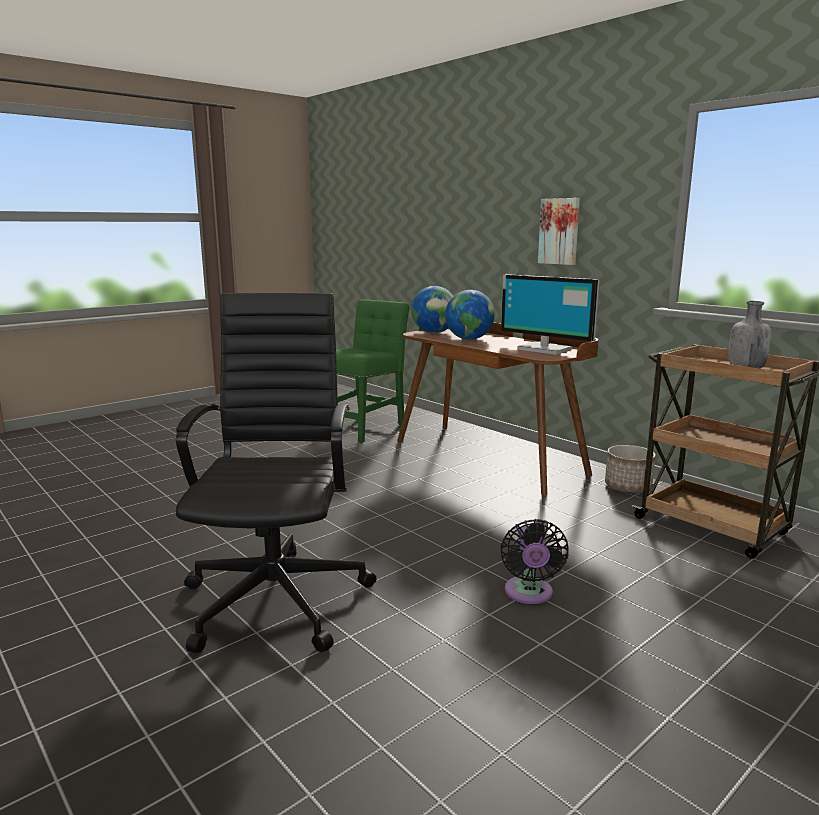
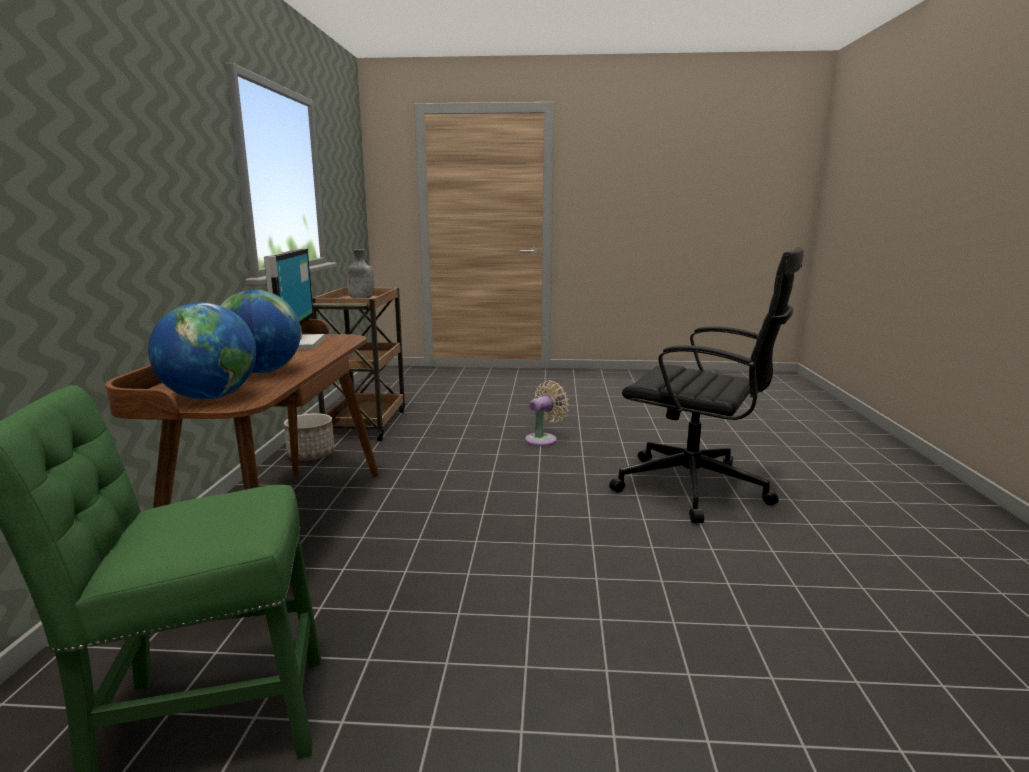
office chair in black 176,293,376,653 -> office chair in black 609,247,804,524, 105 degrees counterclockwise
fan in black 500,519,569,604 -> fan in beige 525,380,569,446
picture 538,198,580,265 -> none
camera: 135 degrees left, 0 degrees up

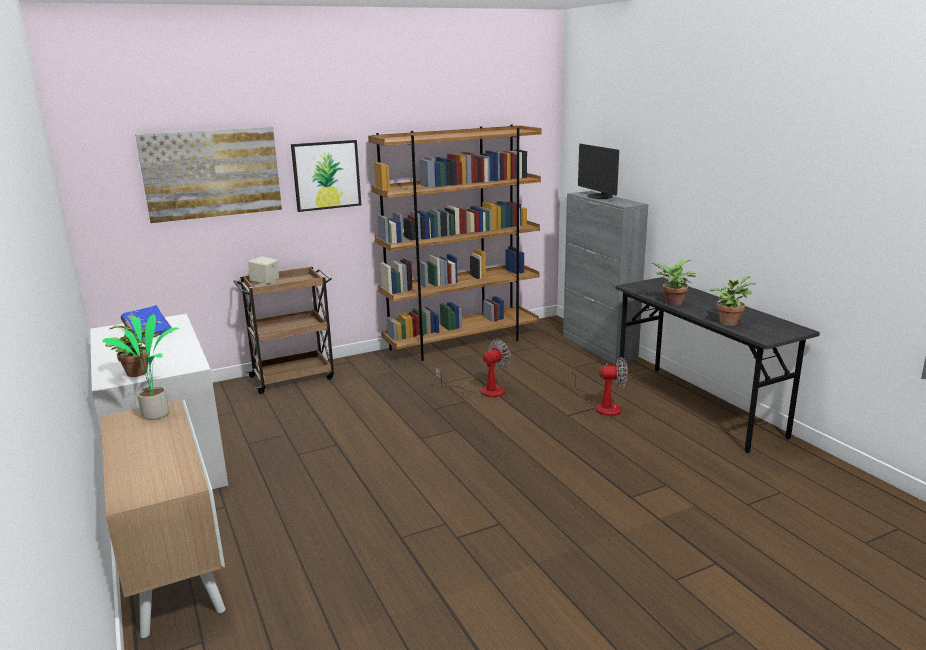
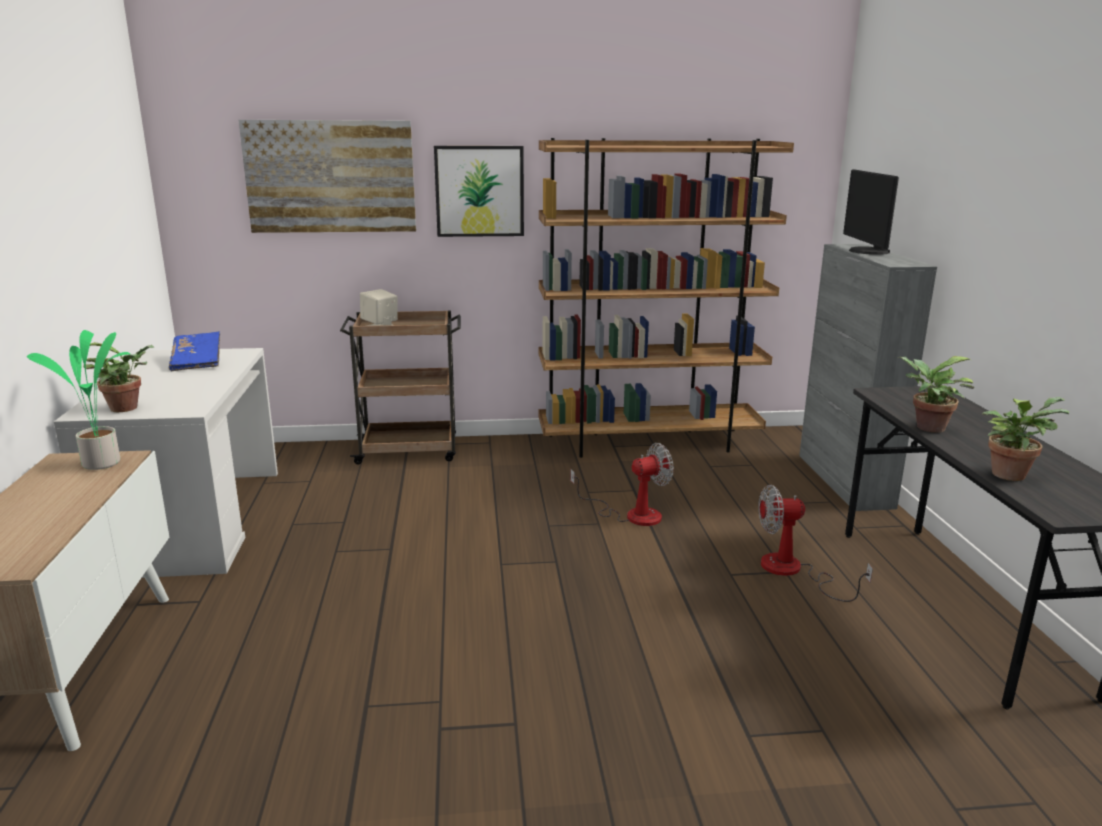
fan 570,357,628,416 -> fan 758,485,873,602, 150 degrees clockwise
camera: 20 degrees right, 0 degrees up

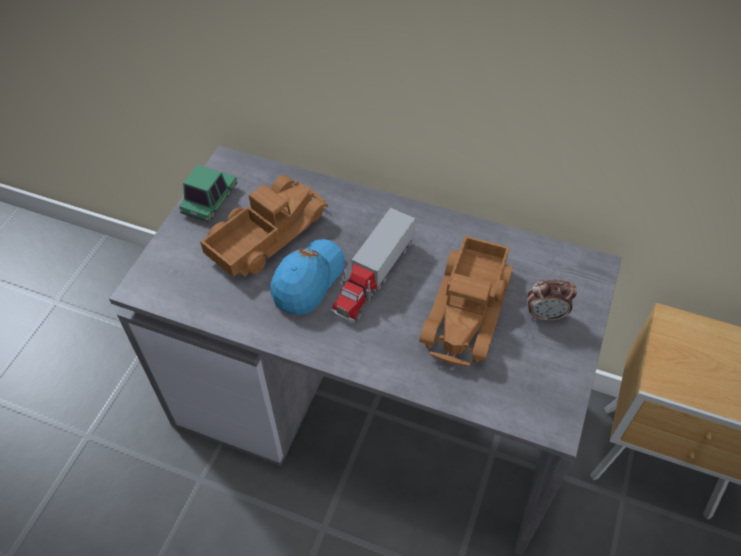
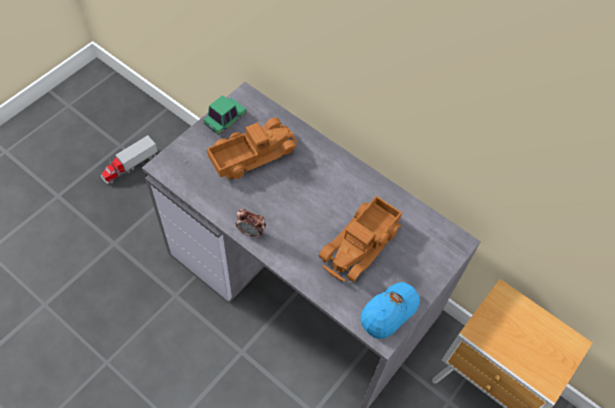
cap in blue 270,239,345,316 -> cap in blue 360,282,420,339, shifted
toy truck 331,208,416,323 -> toy truck 101,135,158,184, shifted
alarm clock 527,280,577,321 -> alarm clock 236,209,266,239, shifted
camera: 15 degrees right, 5 degrees up

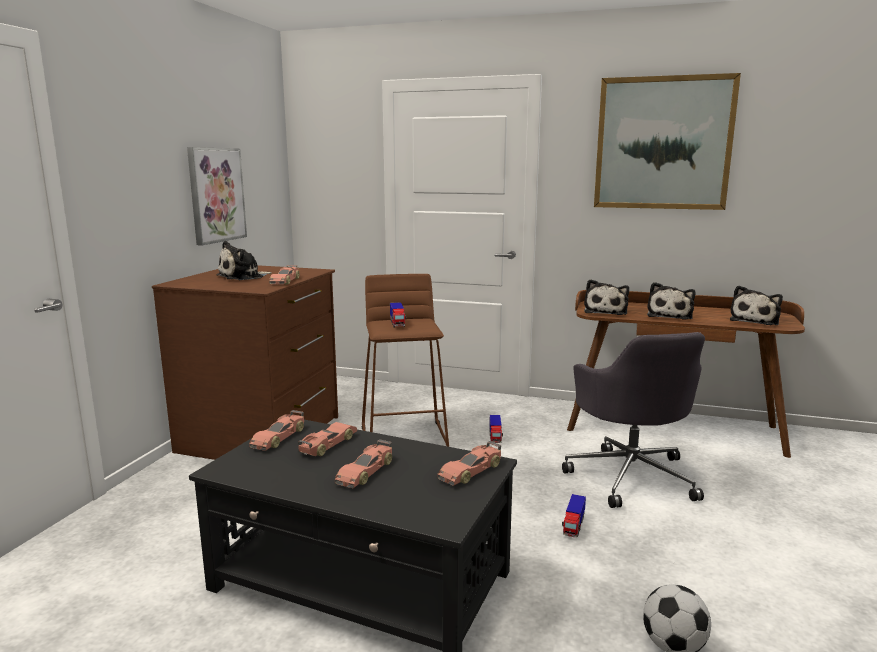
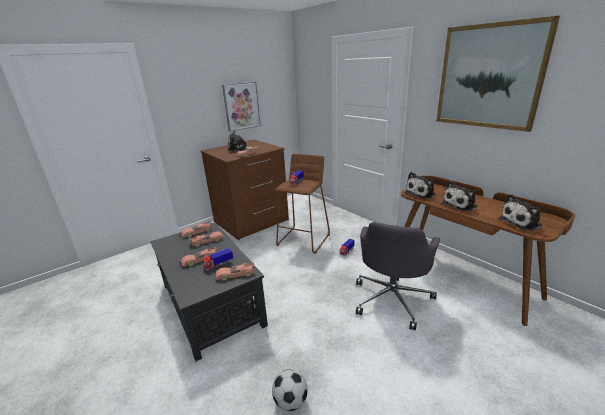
toy truck 562,494,586,537 -> toy truck 203,248,233,271, shifted
camera: 35 degrees right, 10 degrees up

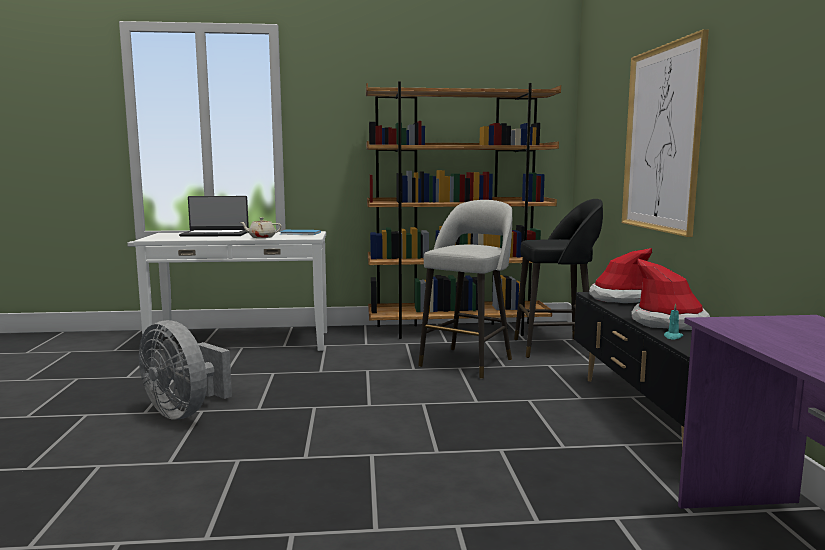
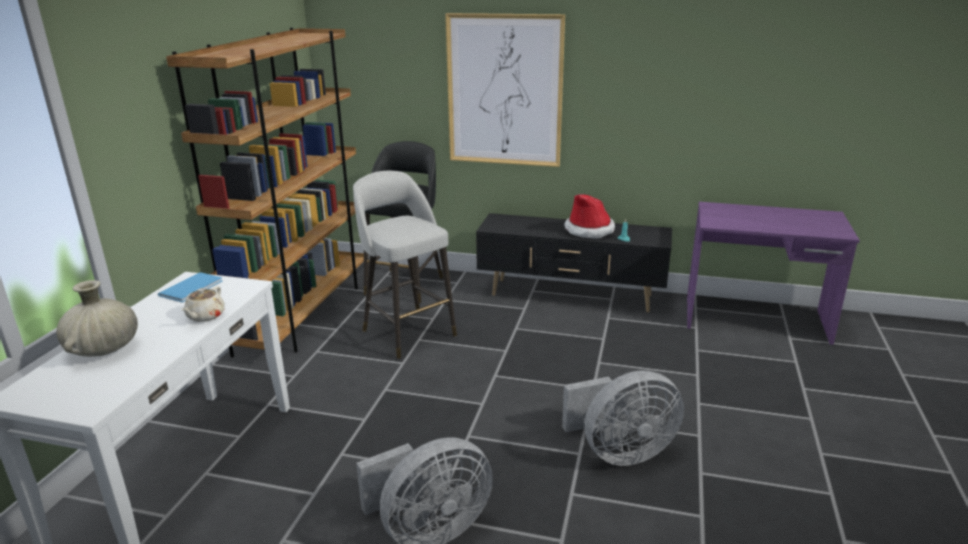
laptop 179,196,249,237 -> vase in beige 56,280,138,357
hat 589,248,652,303 -> none
none -> fan in grey 562,371,684,466
camera: 70 degrees left, 15 degrees up

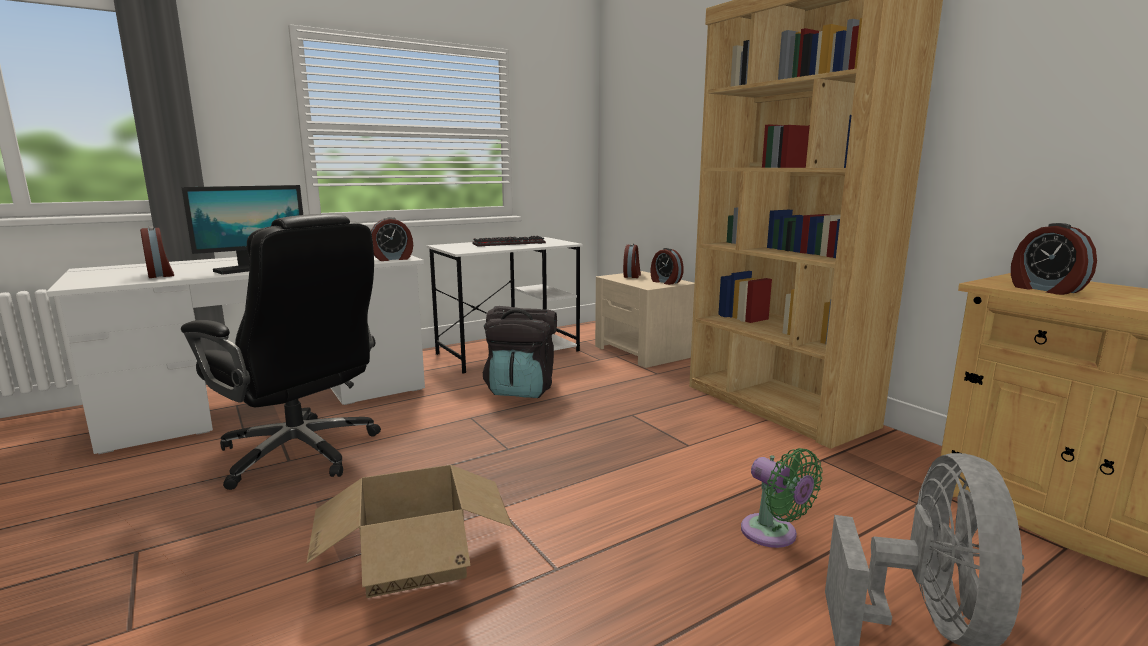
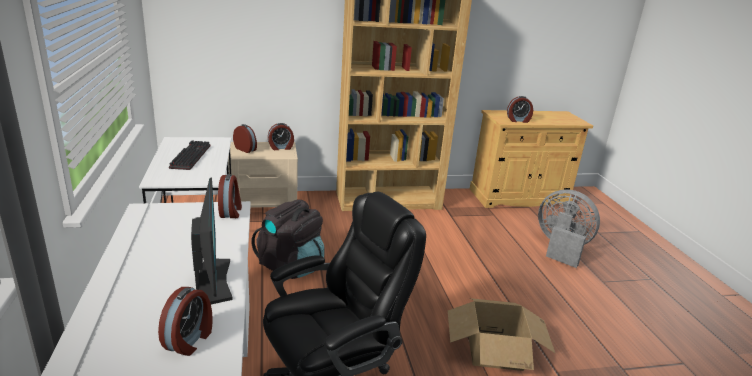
alarm clock 140,226,174,278 -> alarm clock 158,287,213,356, 120 degrees clockwise
fan in green 741,448,822,548 -> none
camera: 70 degrees left, 10 degrees up

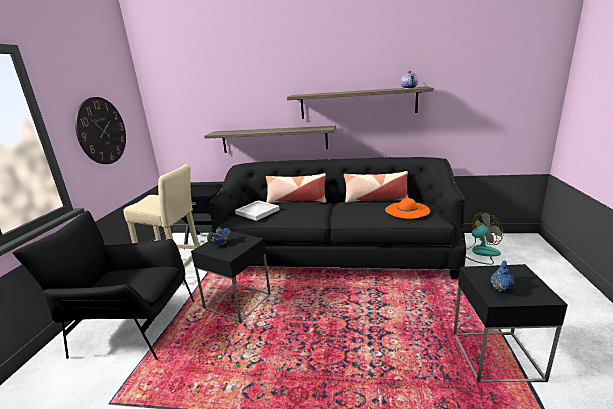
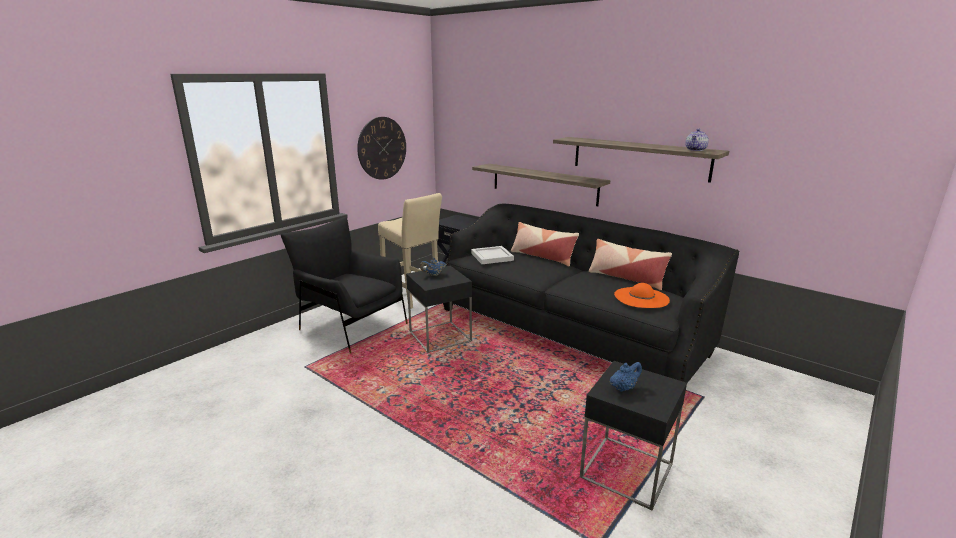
fan 466,212,503,265 -> none
camera: 30 degrees right, 0 degrees up

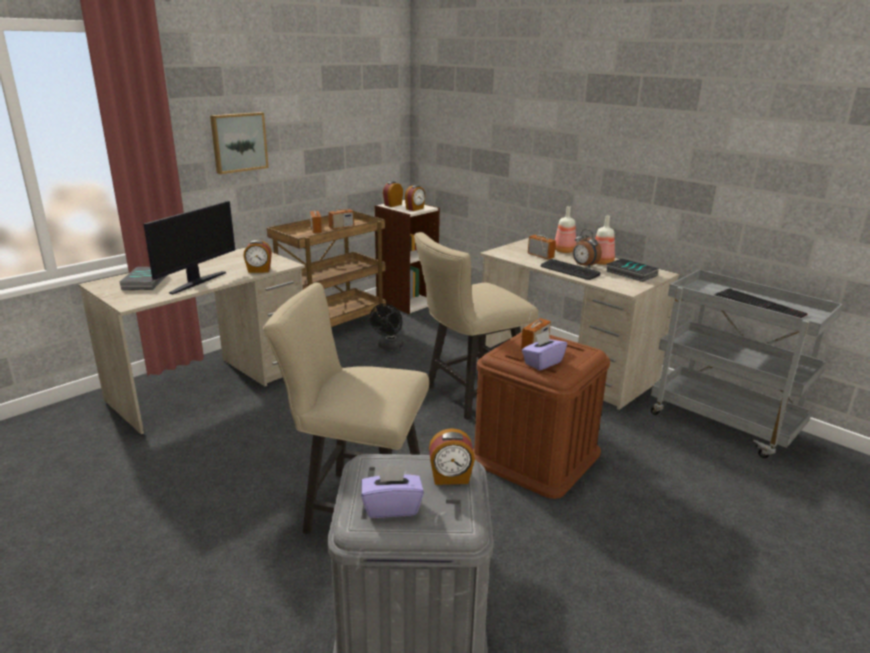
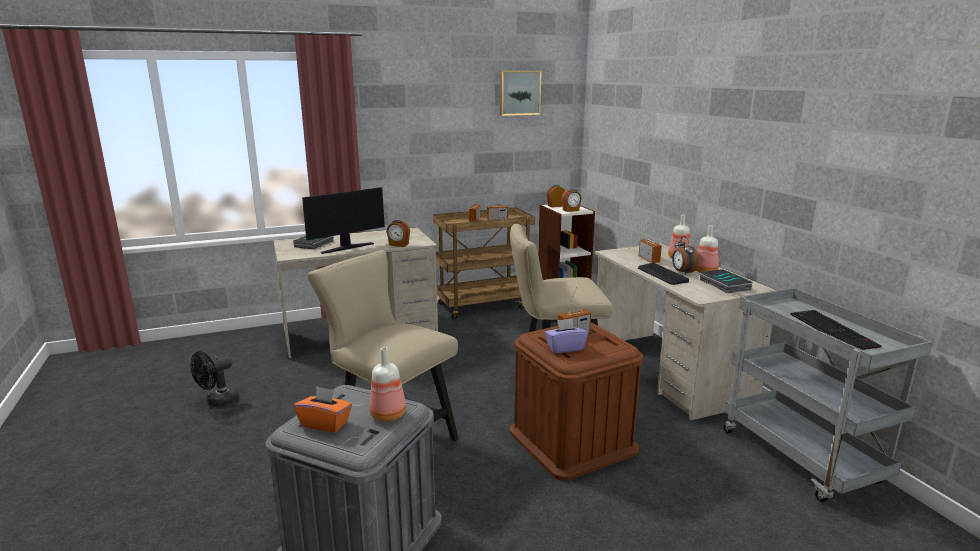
picture 210,112,269,174 -> picture 500,71,542,116, shifted
tissue box in purple 361,465,424,518 -> tissue box in orange 294,386,352,433
fan in black 370,303,404,350 -> fan in black 190,351,239,406, shifted
alarm clock 429,428,475,485 -> bottle 370,347,406,422
camera: 25 degrees right, 5 degrees down

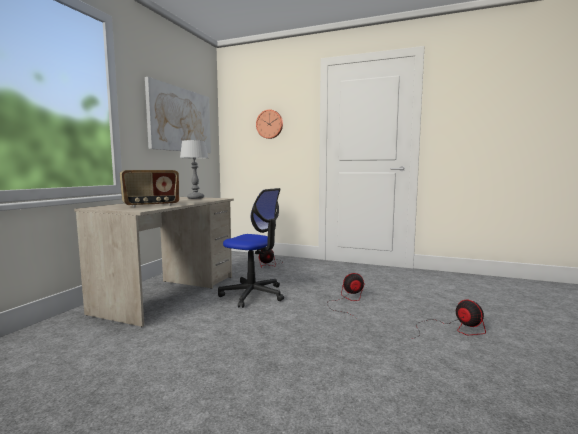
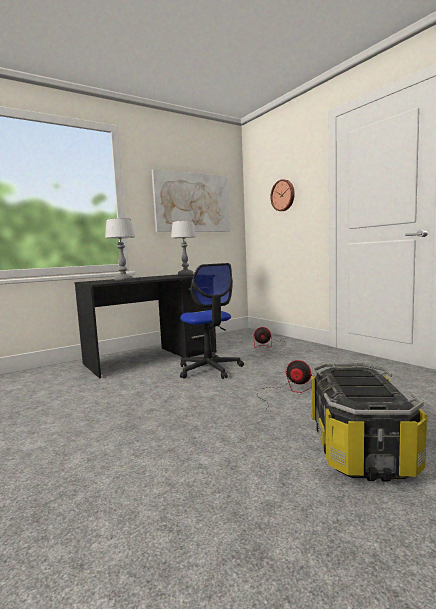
desk in beige 74,197,234,327 -> desk in black 74,274,216,379
radio 120,170,179,207 -> table lamp 105,218,135,281
fan 412,300,486,339 -> storage box 311,363,427,481
camera: 35 degrees right, 0 degrees up

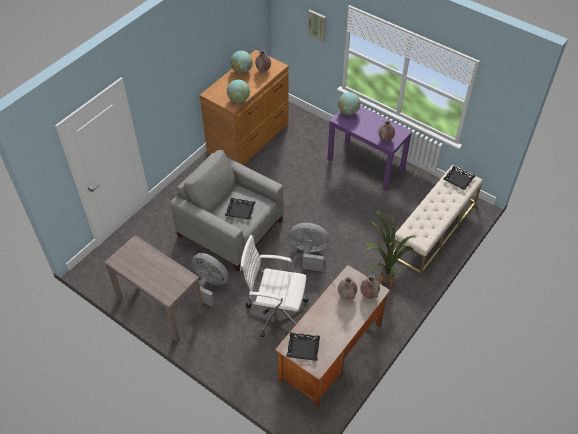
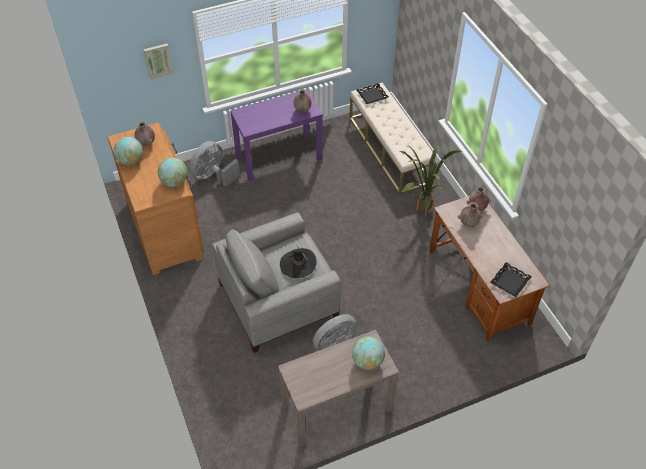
tray in black 225,198,256,220 -> hat in black 280,246,317,278
office chair in white 240,235,309,337 -> none
fan in grey 289,223,329,272 -> fan in grey 189,141,240,187, shifted
globe 338,92,361,115 -> globe 352,336,385,370, shifted
camera: 60 degrees left, 0 degrees up

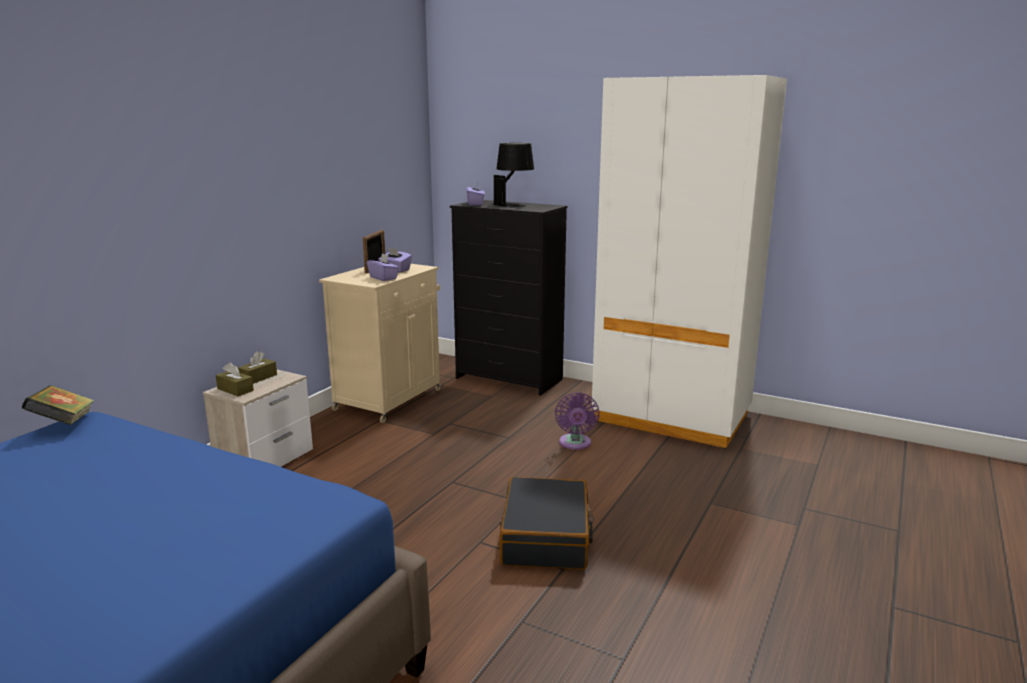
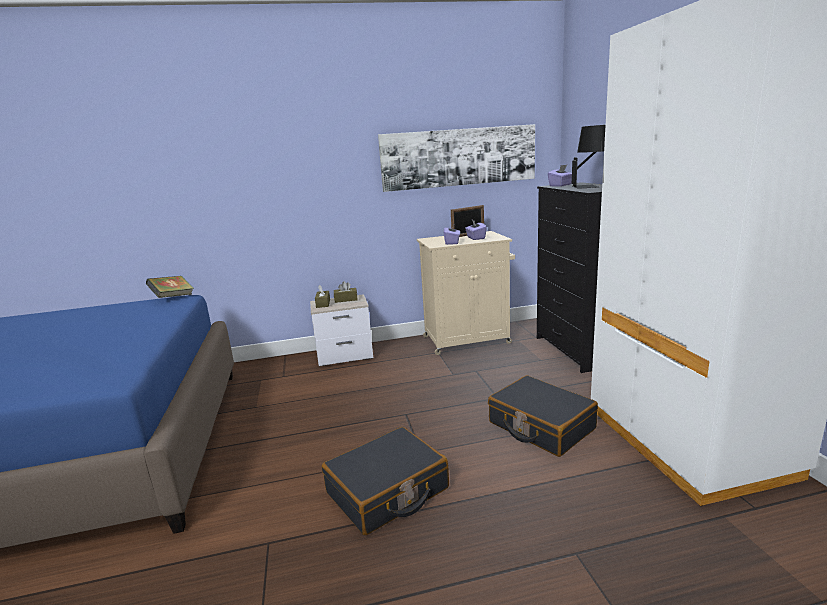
fan in purple 555,393,599,450 -> suitcase in black 488,375,598,457
none -> picture 378,124,535,192
camera: 50 degrees right, 0 degrees up

